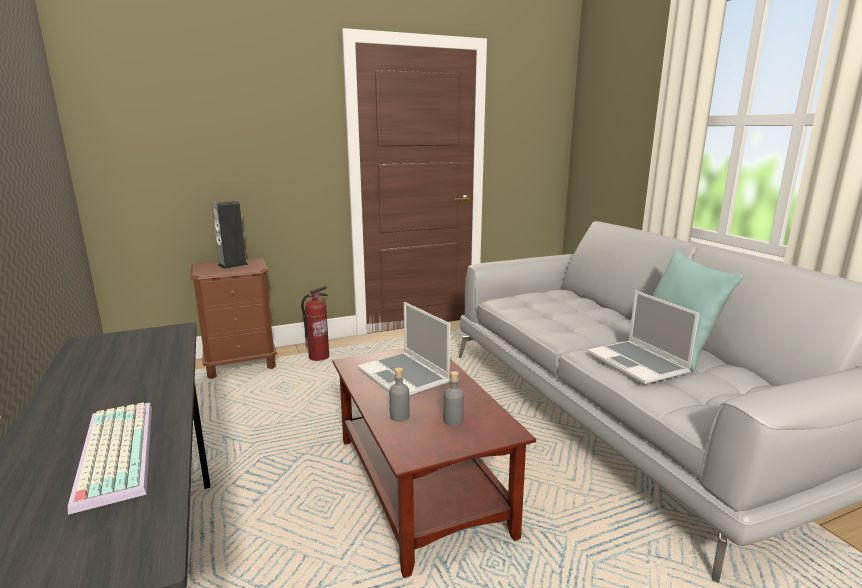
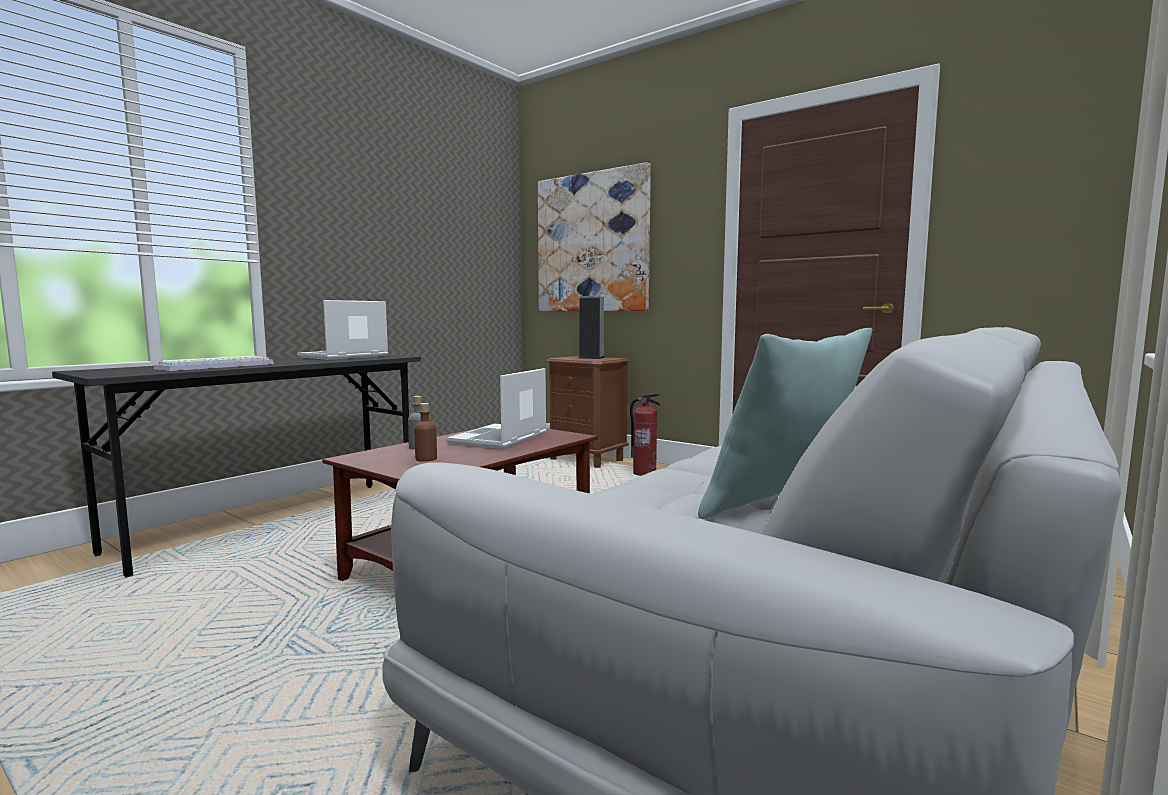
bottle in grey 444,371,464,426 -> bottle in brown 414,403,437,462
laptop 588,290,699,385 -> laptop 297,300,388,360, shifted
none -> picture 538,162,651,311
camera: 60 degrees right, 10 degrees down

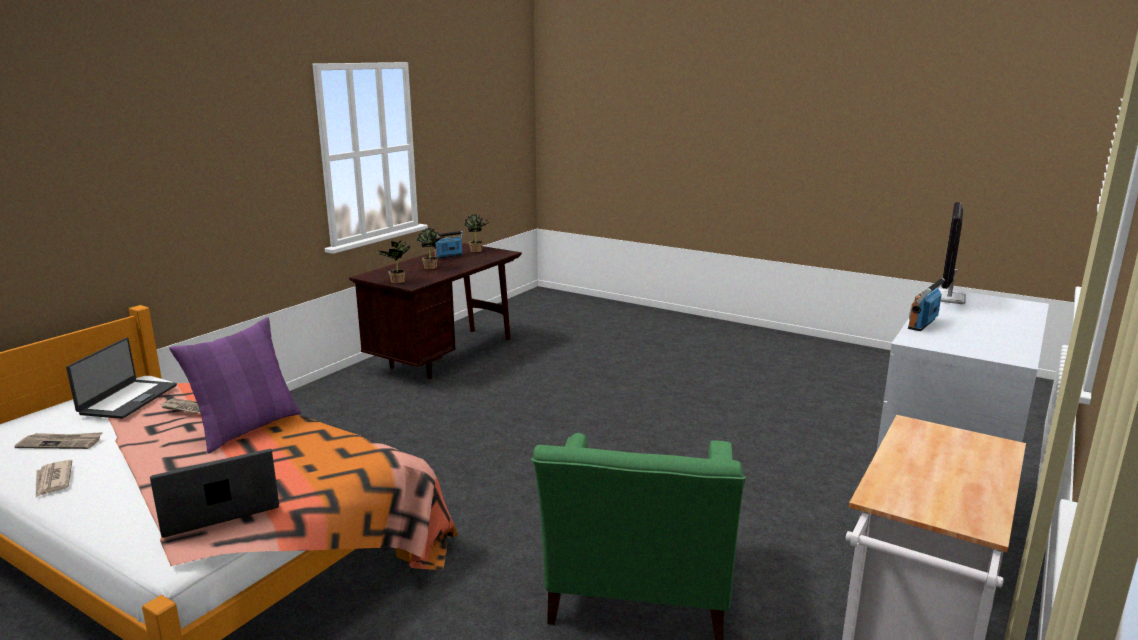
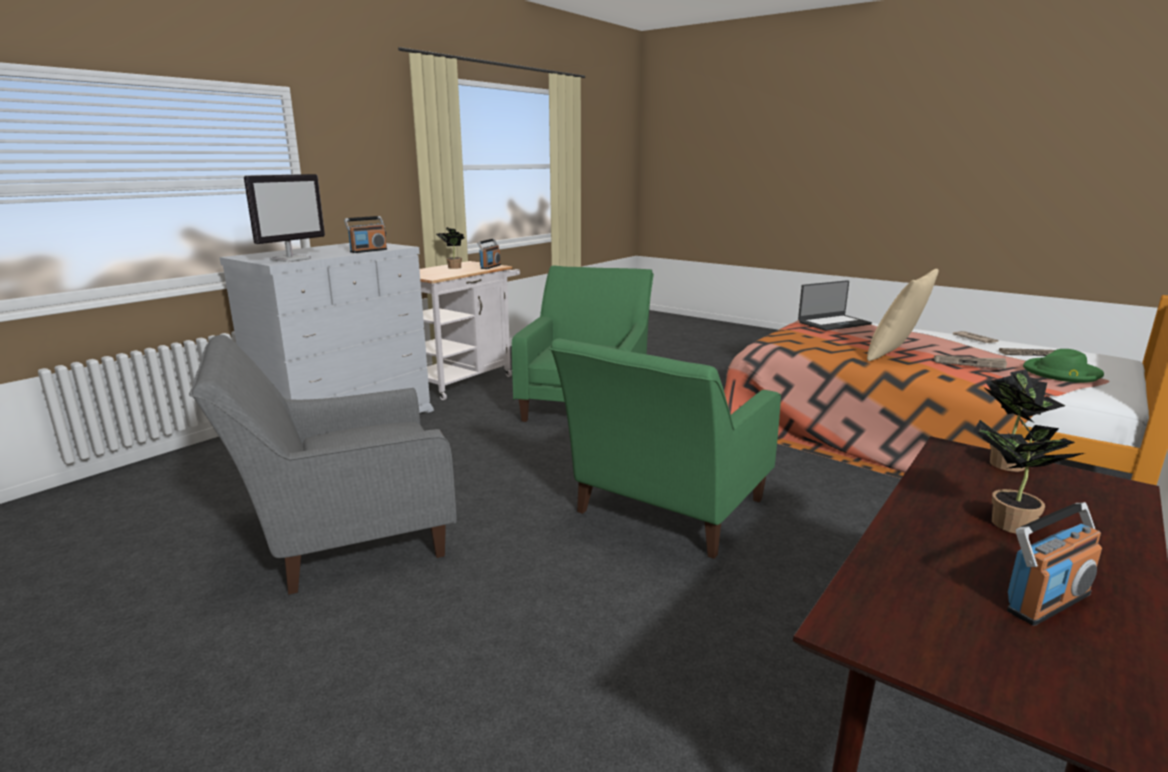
laptop 66,337,177,419 -> hat in green 1023,349,1104,383
pillow in purple 169,317,301,453 -> pillow in beige 867,269,939,361
potted plant 465,214,489,252 -> potted plant 436,227,464,269, shifted
none -> armchair in grey 189,335,457,595
none -> radio 477,239,501,269
none -> armchair in green 549,338,781,559
camera: 175 degrees left, 0 degrees up

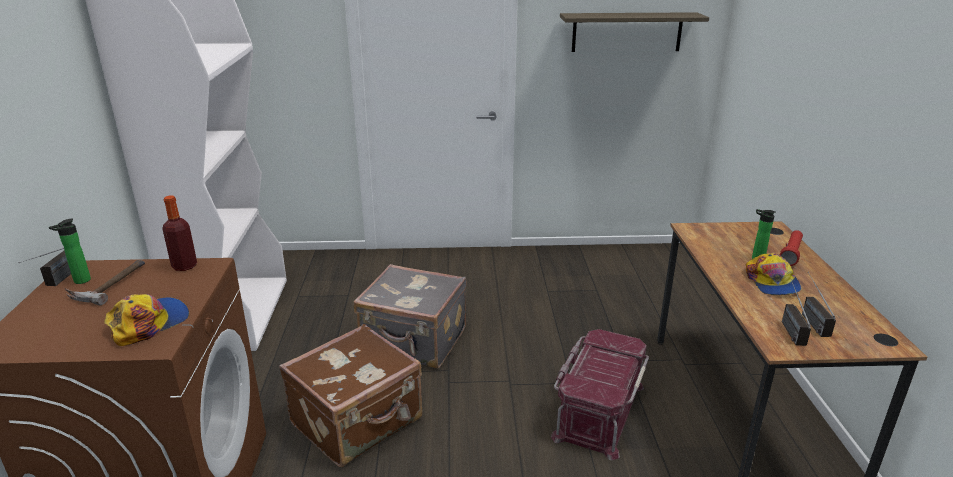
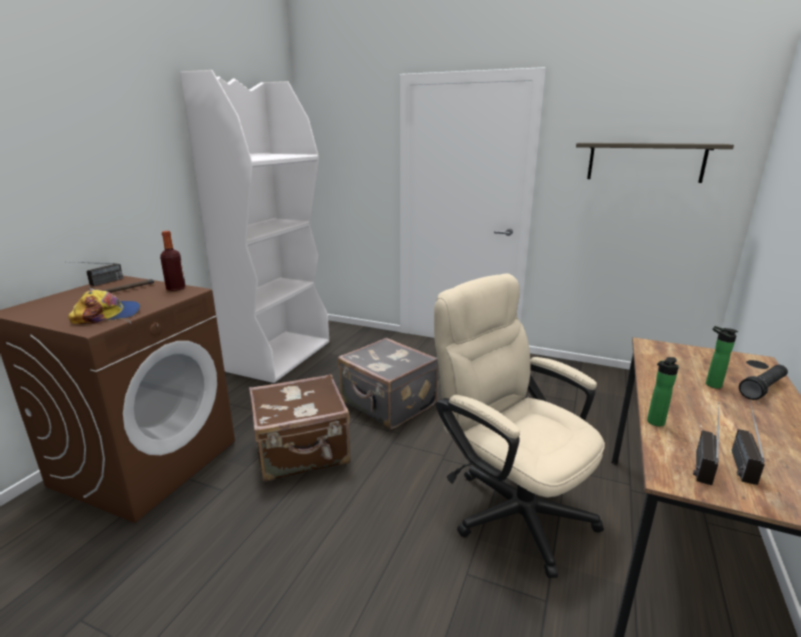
bottle 49,219,91,284 -> bottle 647,357,679,427, shifted
storage box in red 551,329,649,460 -> office chair in beige 434,274,605,578
cap 746,253,801,295 -> none
flashlight in red 780,230,803,266 -> flashlight in black 739,365,788,400
camera: 25 degrees right, 5 degrees down

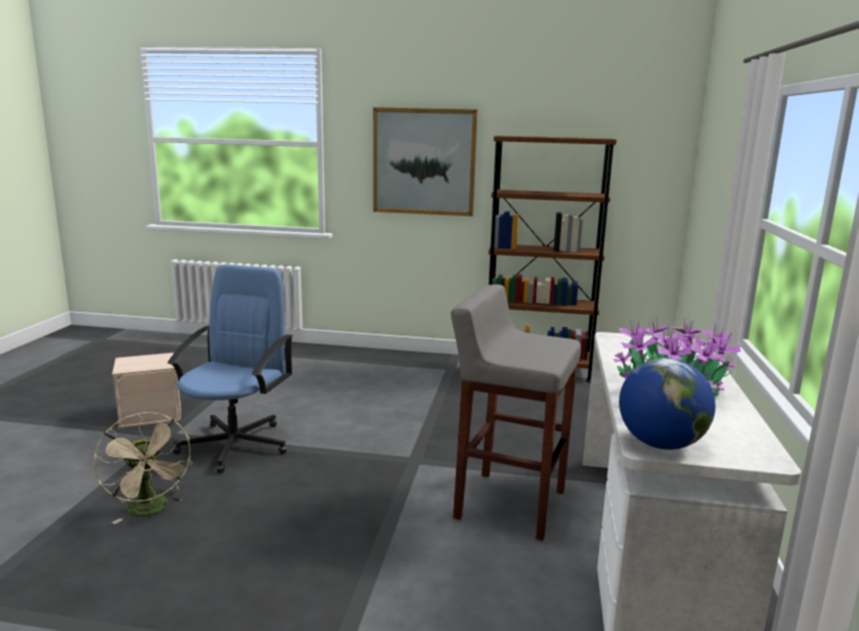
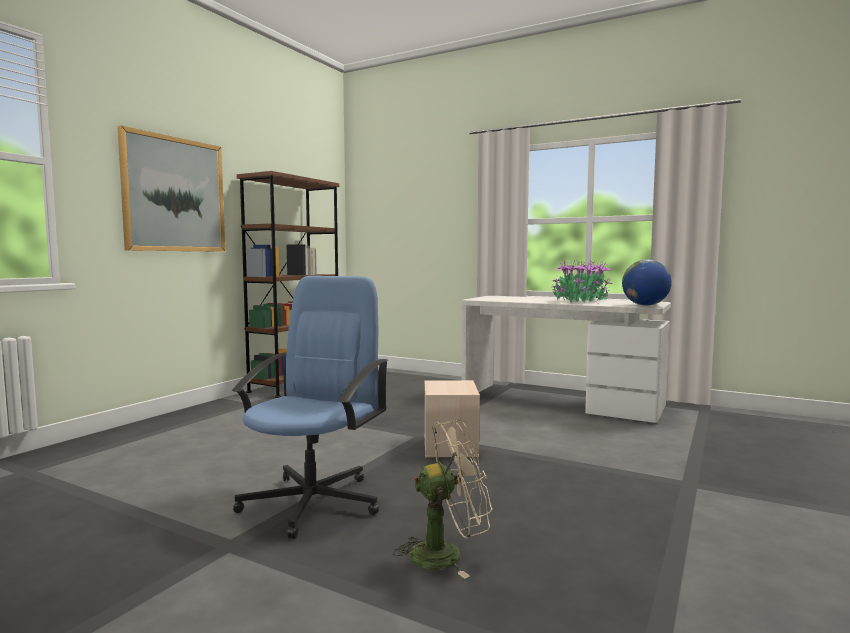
storage box in beige 112,353,181,428 -> storage box in beige 424,380,480,457, shifted
office chair in blue 167,264,293,473 -> office chair in blue 232,276,388,539, 75 degrees clockwise
stool in grey 451,284,581,541 -> none
camera: 70 degrees left, 10 degrees down

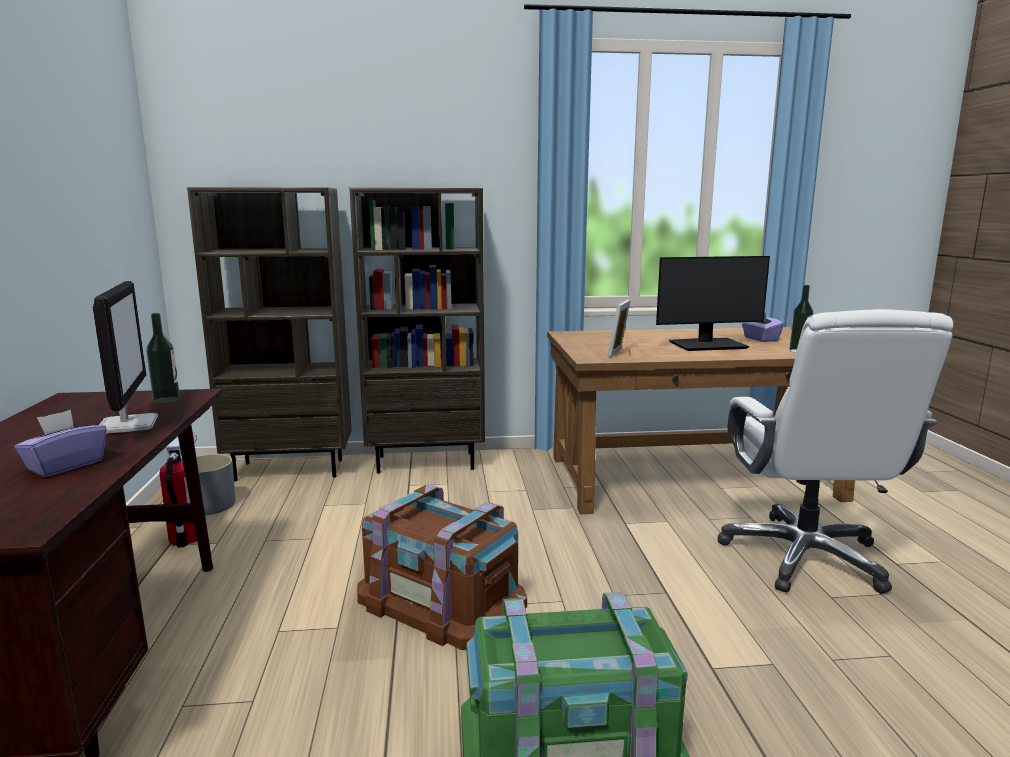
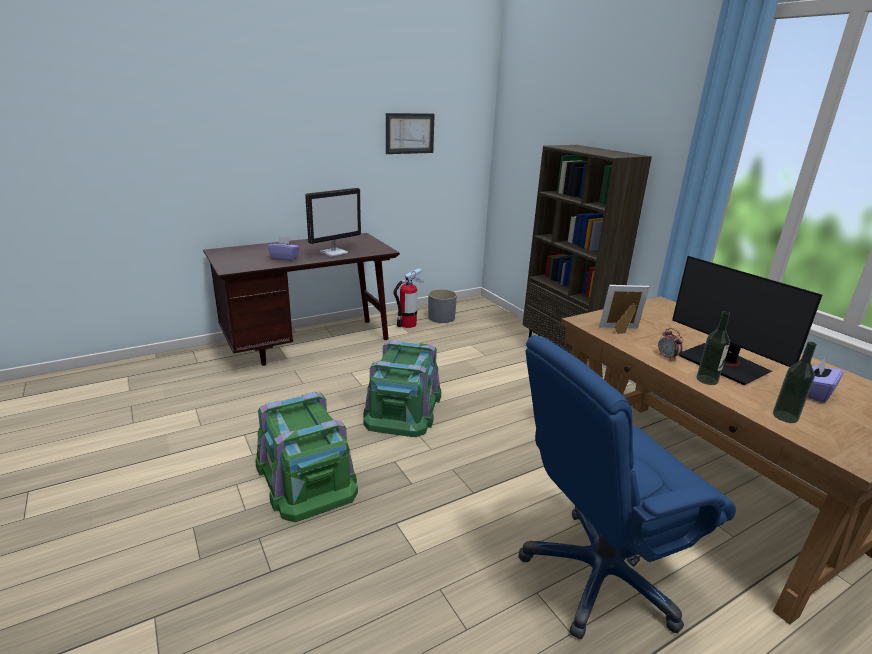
bottle 146,313,180,404 -> bottle 697,311,730,385, shifted
bookcase in brown 187,187,352,481 -> none
storage box in brown 357,485,527,650 -> storage box in green 363,340,441,437
office chair in white 718,309,953,594 -> office chair in blue 519,335,736,639
none -> picture 386,113,435,154
none -> alarm clock 658,328,683,361
camera: 65 degrees right, 10 degrees up

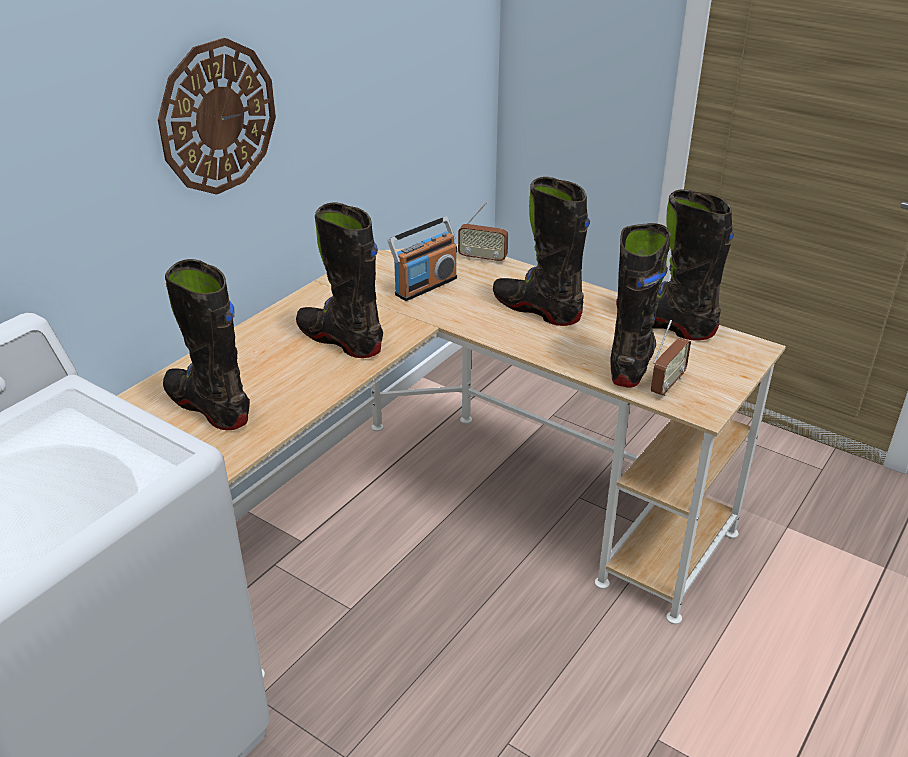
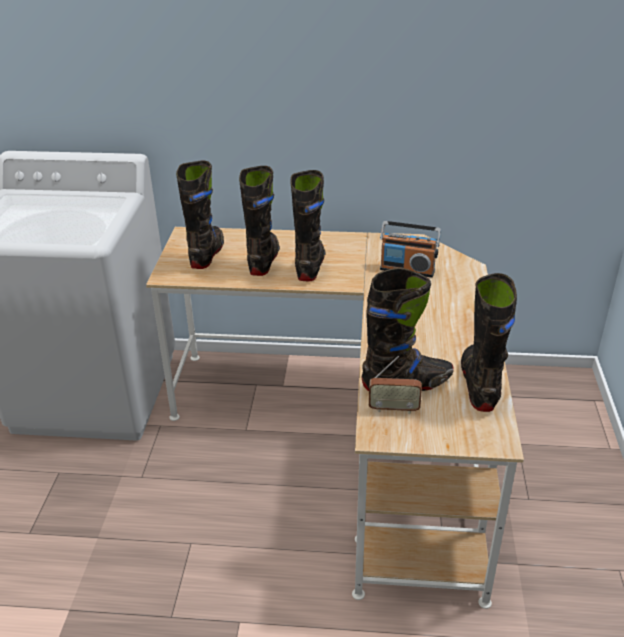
wall clock 158,38,276,195 -> none
radio 458,202,508,264 -> none
boot in black 493,177,590,326 -> boot in black 239,166,280,276, shifted
camera: 60 degrees right, 0 degrees up

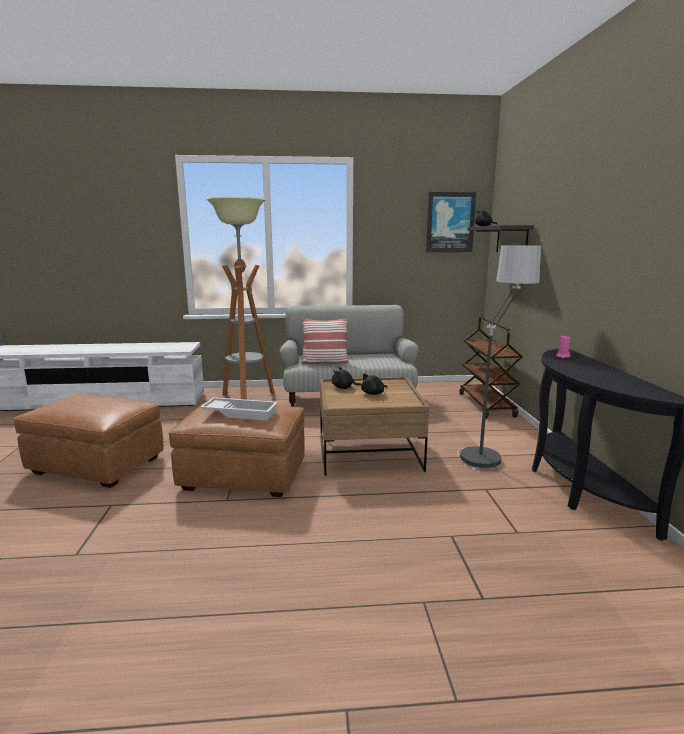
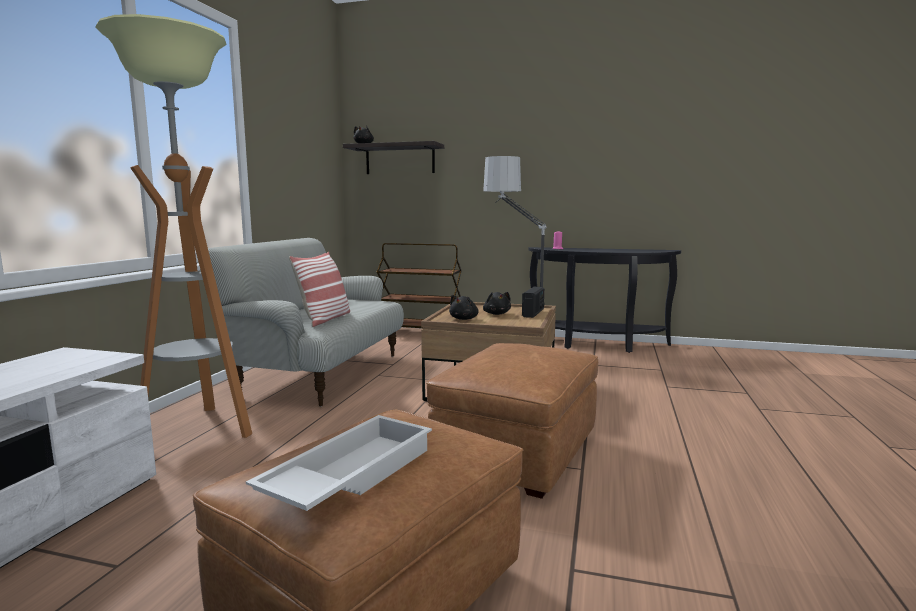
tray in white 200,397,278,421 -> tray in white 246,415,432,511, shifted
picture 426,192,476,252 -> none
none -> radio 522,286,544,318
camera: 70 degrees left, 5 degrees down

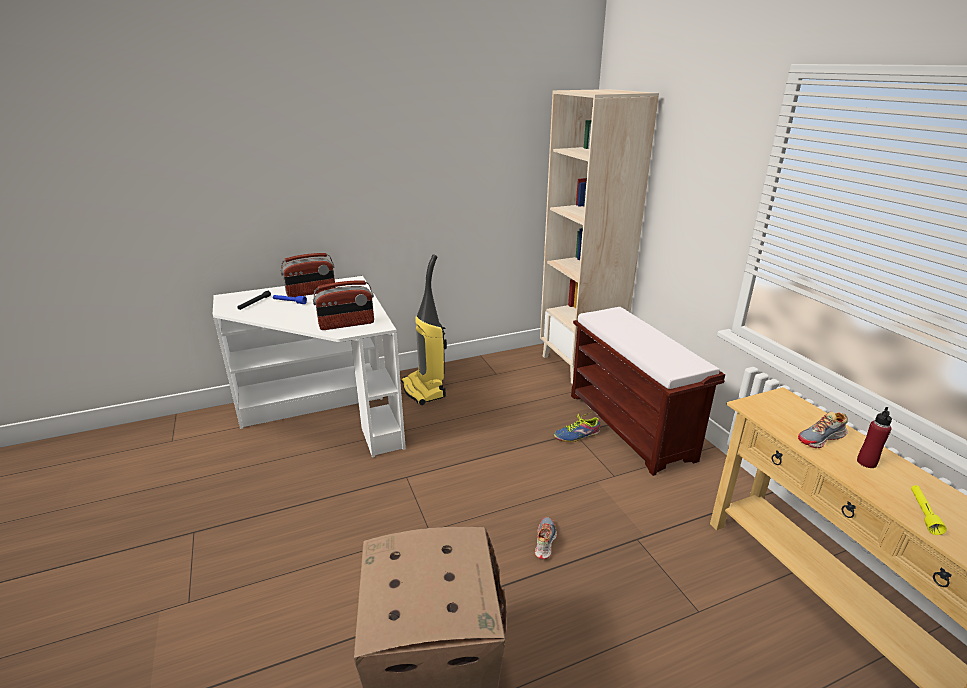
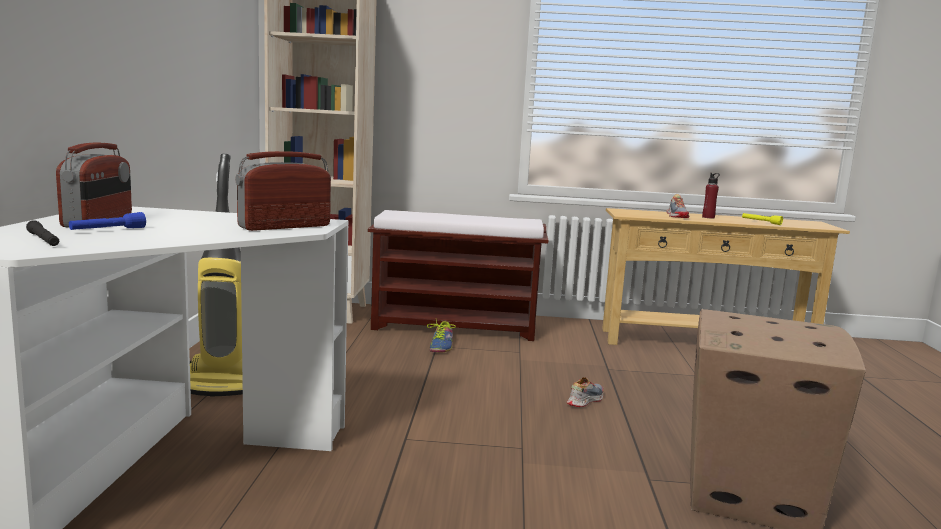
radio 313,280,374,330 -> radio 235,151,331,231, 135 degrees counterclockwise
shoe 535,517,557,559 -> shoe 567,377,603,407, 90 degrees clockwise
camera: 65 degrees left, 15 degrees down

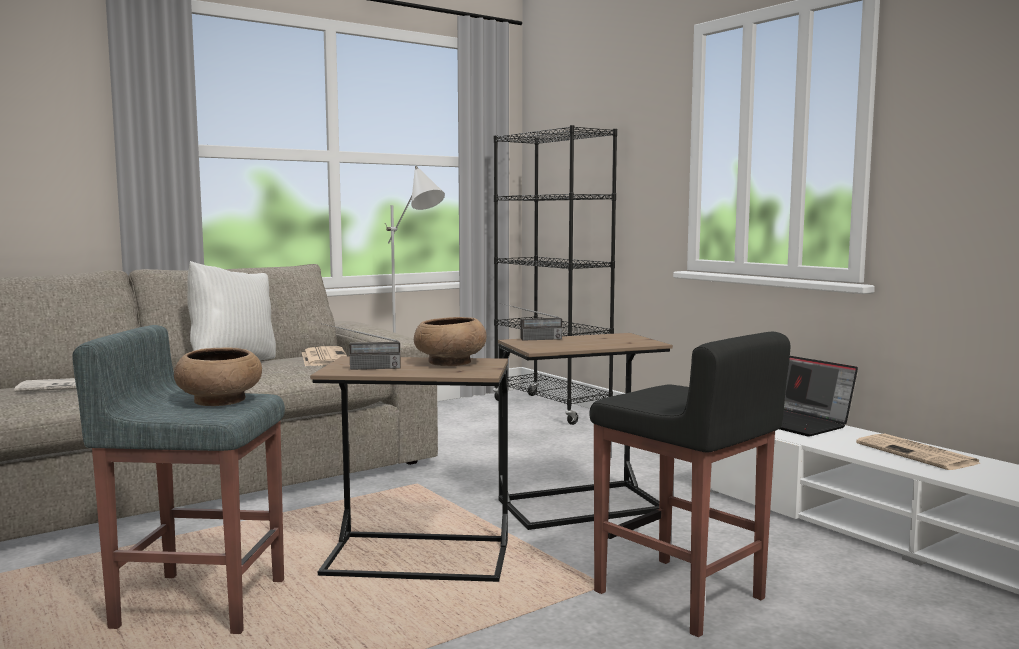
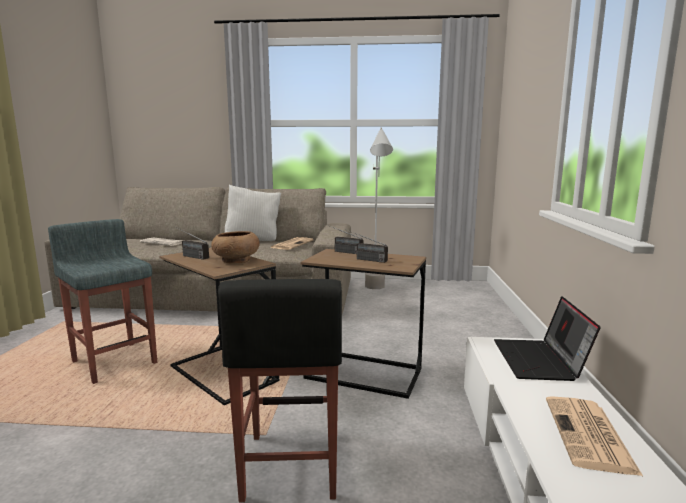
bowl in brown 174,348,262,406 -> none
bookcase in black 493,125,617,425 -> none
none -> radio 345,229,388,263
camera: 40 degrees right, 5 degrees up

